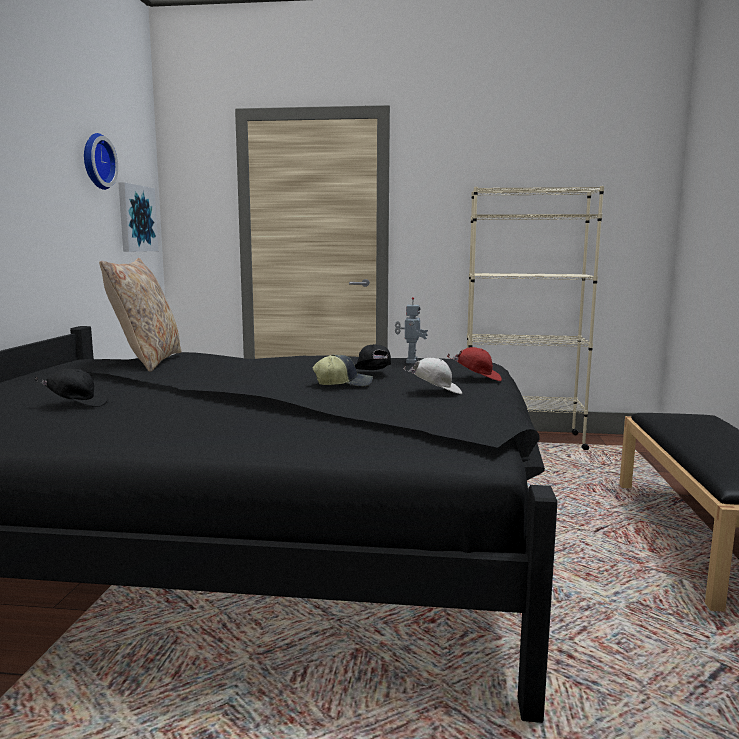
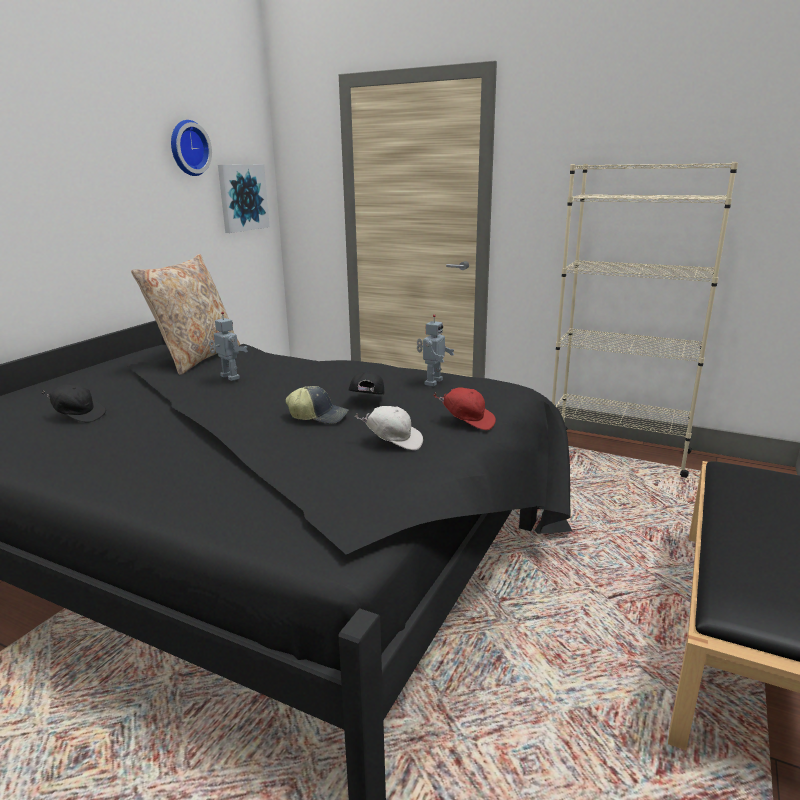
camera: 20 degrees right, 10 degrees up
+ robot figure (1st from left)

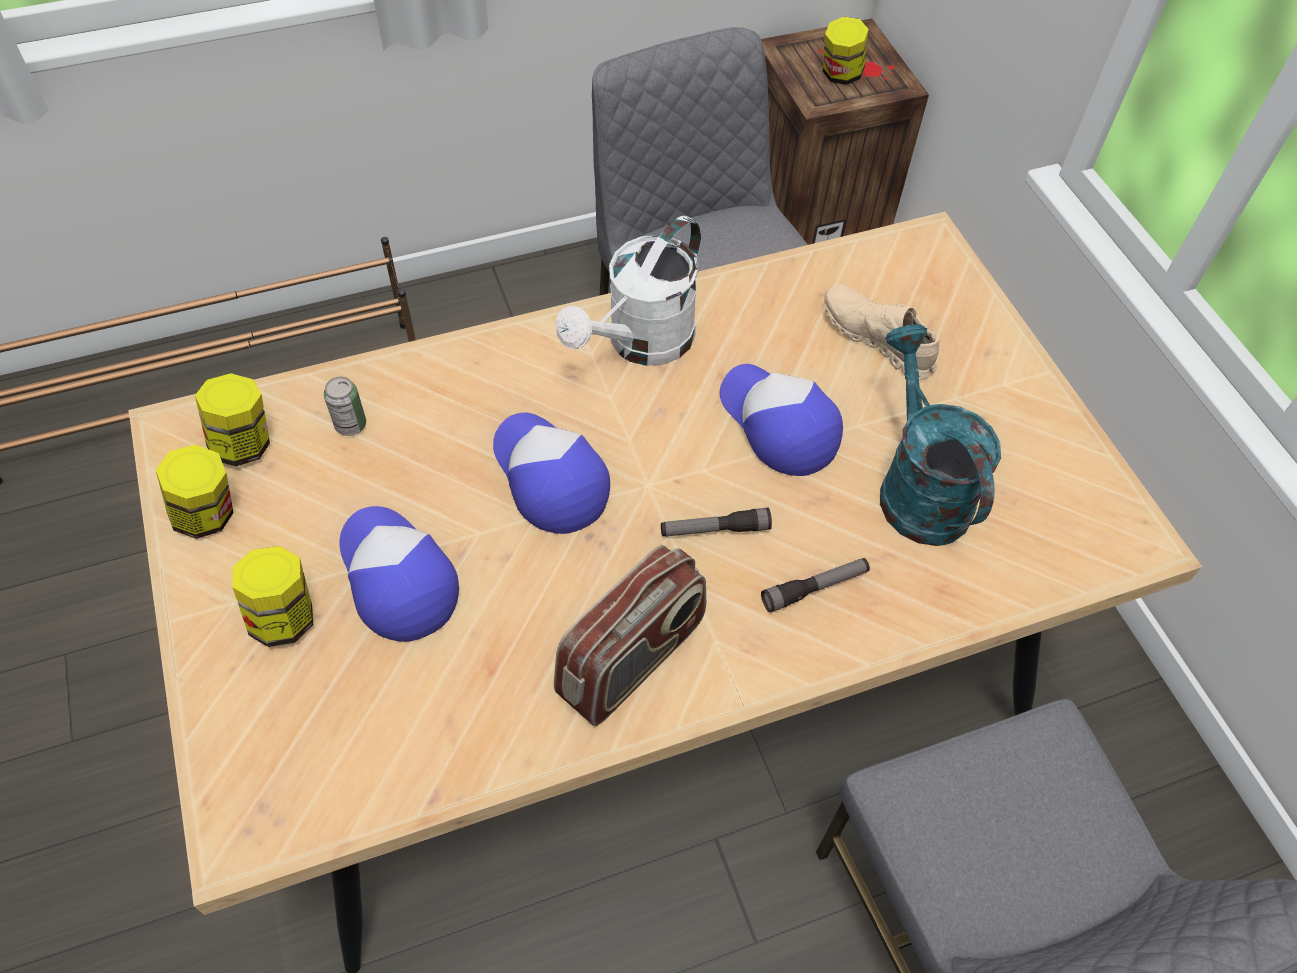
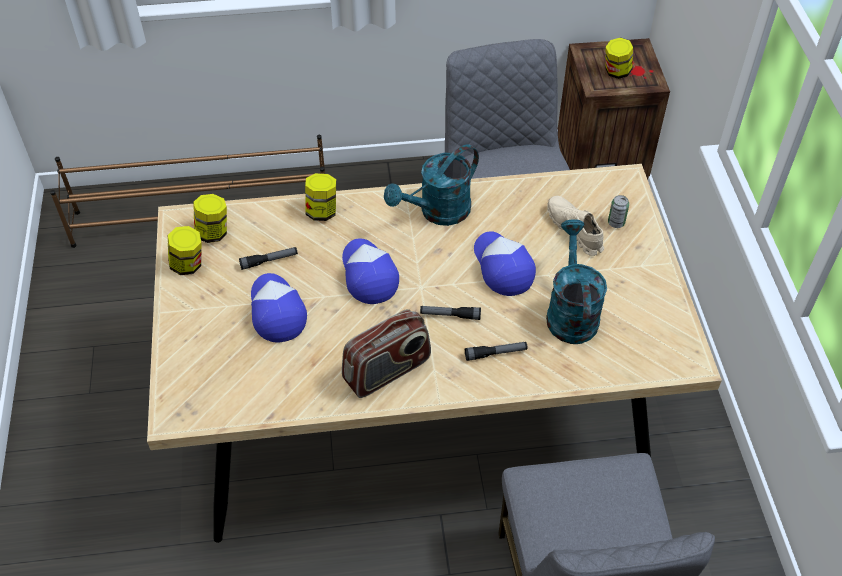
camera: 15 degrees right, 5 degrees down
+ flashlight (1st from left)
~ jar (3rd from left)
~ watering can (white) to watering can (turquoise-coloured) (1st from left)
~ sealed can

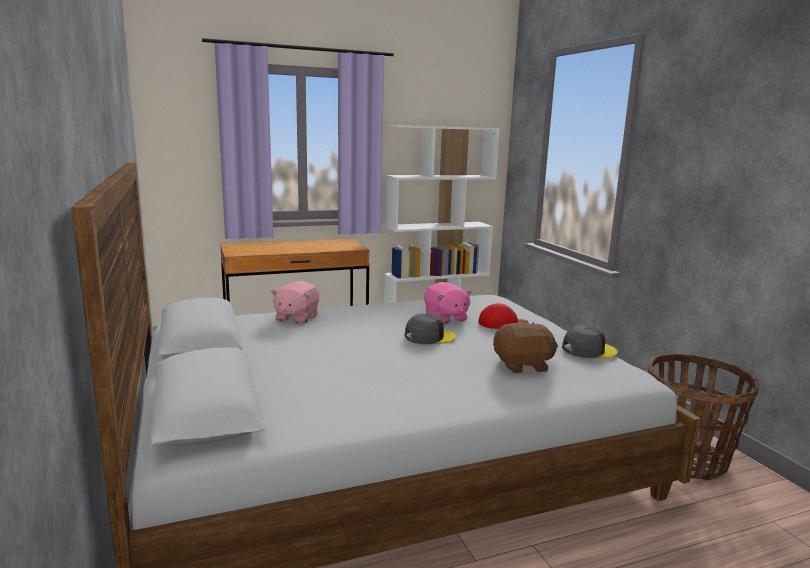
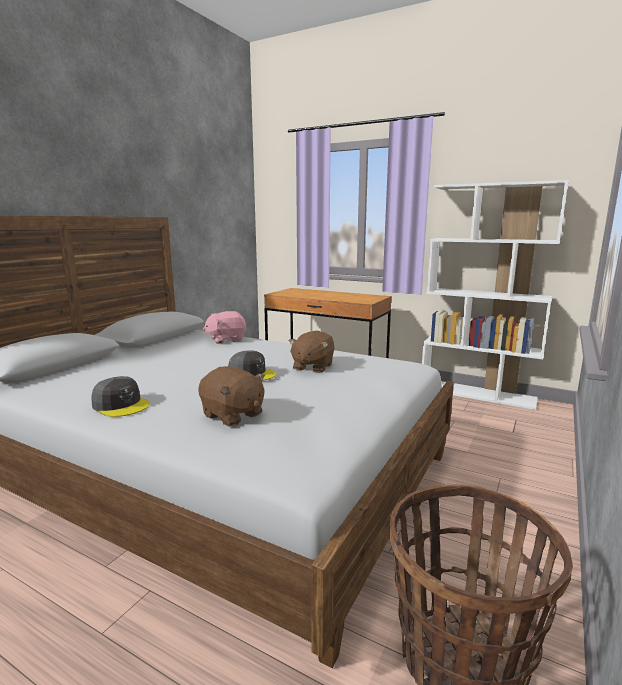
camera: 50 degrees right, 0 degrees up
~ peaked cap (grey) (2nd from left in the first image) to peaked cap (grey) (1st from left)
~ cuddly toy (pinkish) (2nd from left) to cuddly toy (brown-coloured) (2nd from left)
- peaked cap (reddish)

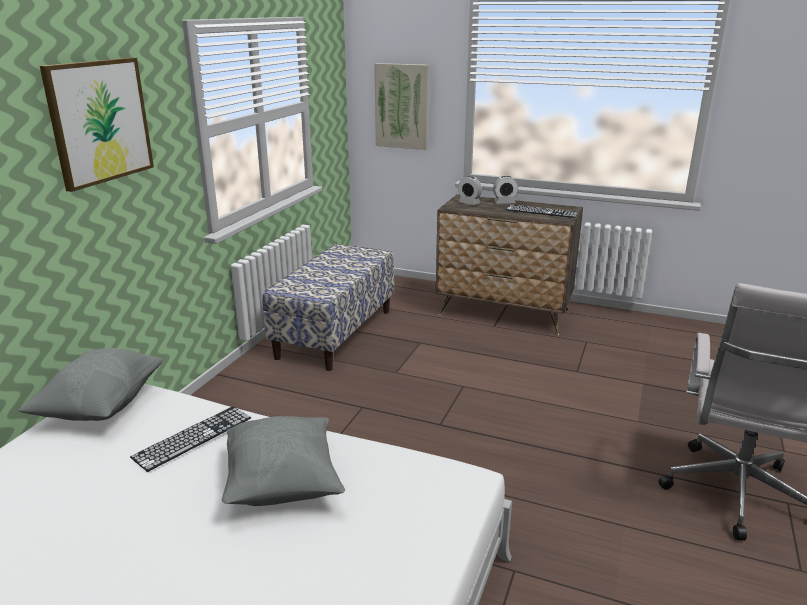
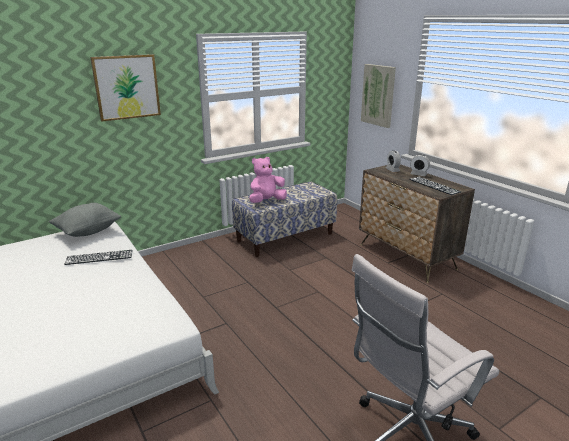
camera: 35 degrees right, 0 degrees up
+ cuddly toy (pinkish)
- throw pillow (grey) (2nd from left)

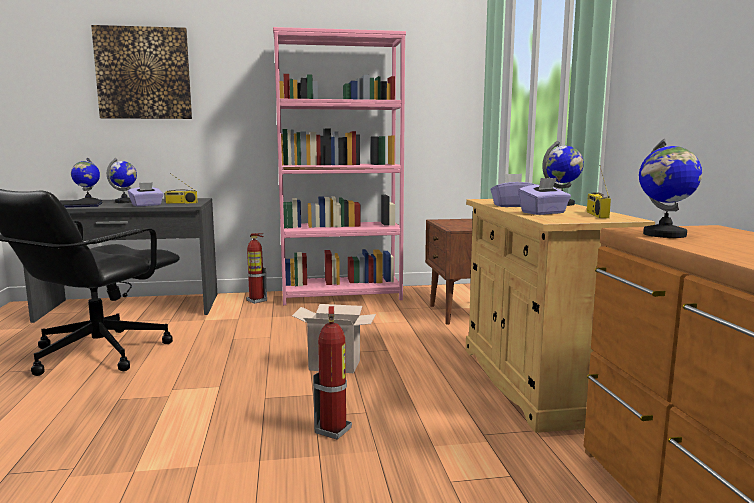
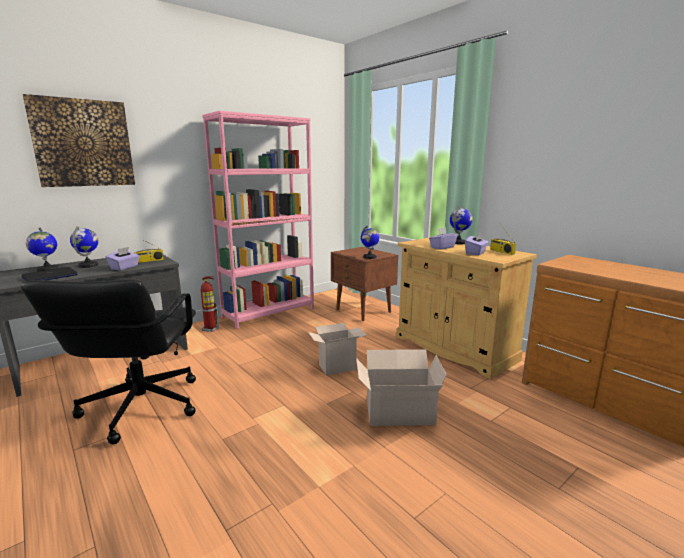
camera: 30 degrees left, 5 degrees up
~ fire-fighting cylinder (2nd from left) to packing box (2nd from left)
~ world globe (4th from left in the first image) to world globe (3rd from left)

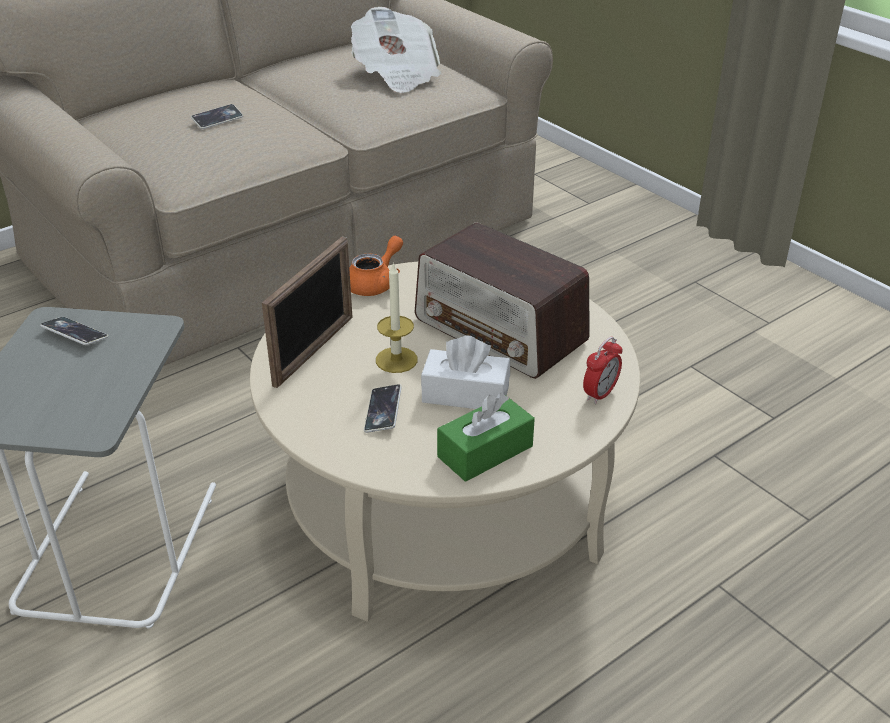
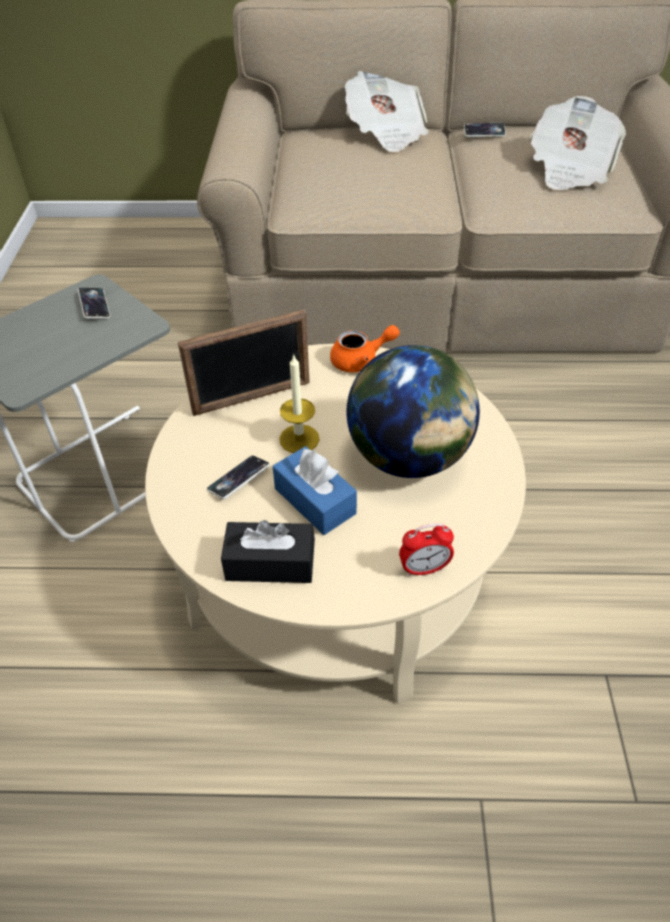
camera: 40 degrees right, 10 degrees up
~ tissue box (green-coloured) to tissue box (blackish)
~ tissue box (white) to tissue box (blue-coloured)
+ printed paper (1st from left)
~ radio set to world globe
~ telephone (2nd from left in the first image) to telephone (3rd from left)

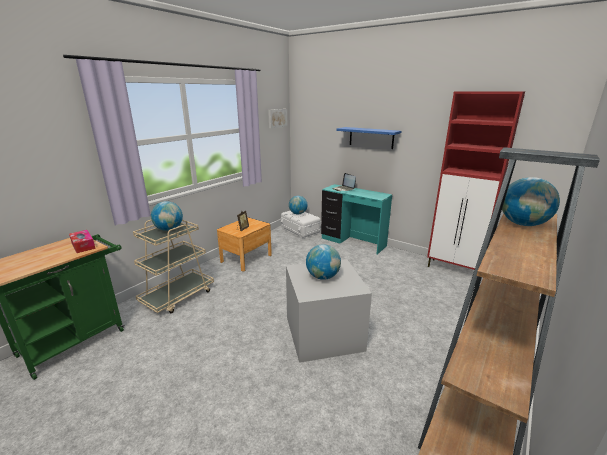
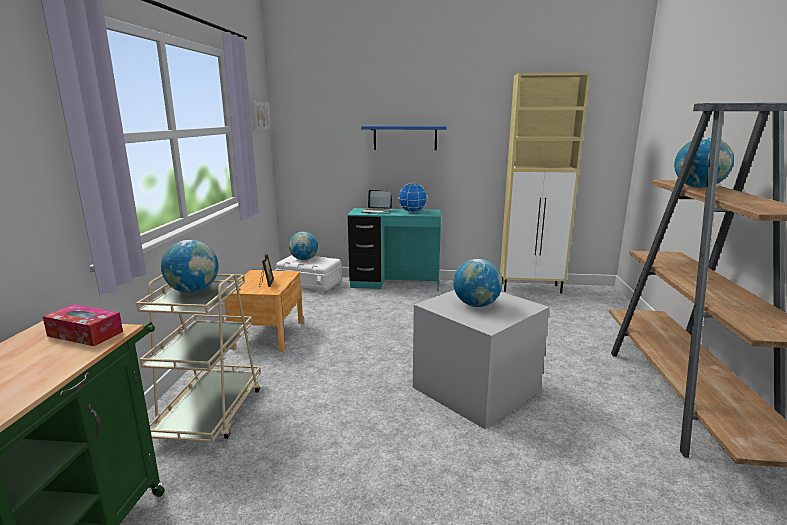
camera: 30 degrees left, 5 degrees down
+ world globe (3rd from left)
~ cabinet (reddish) to cabinet (sand-coloured)

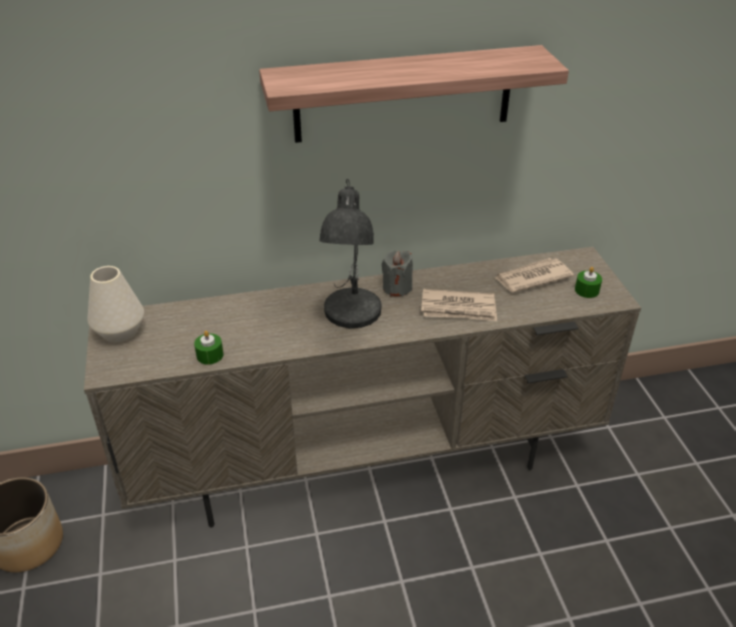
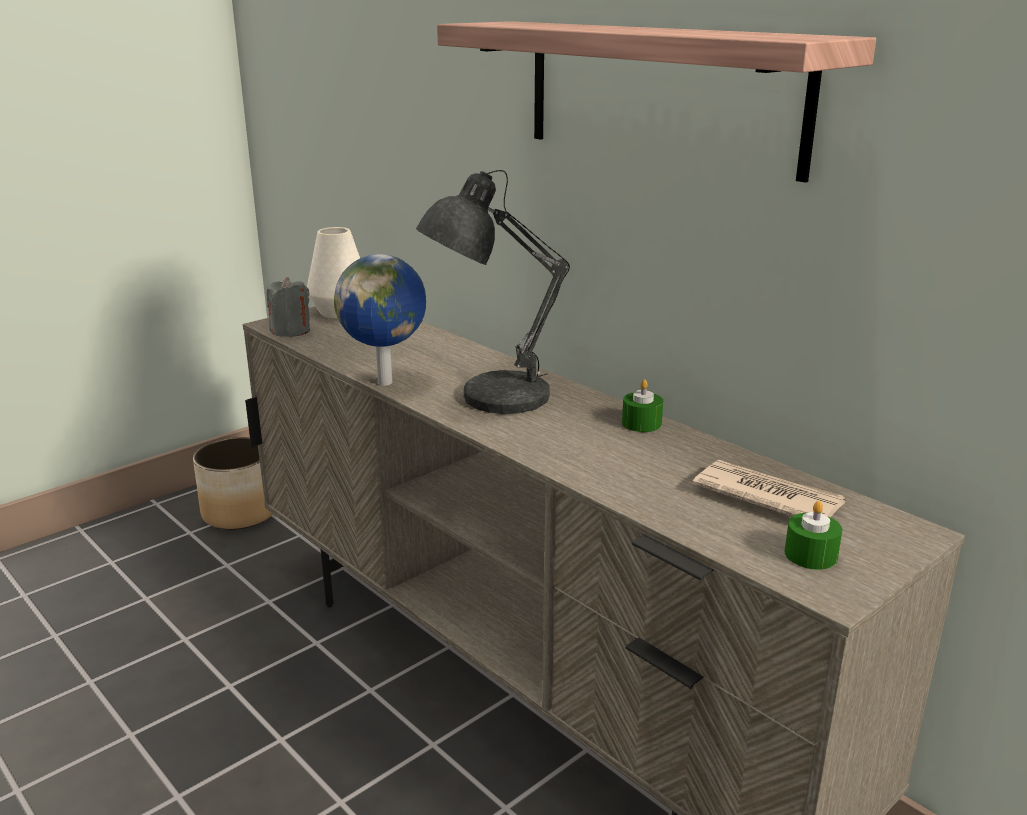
camera: 60 degrees right, 15 degrees down
~ wax light (grey)
+ world globe
~ wax light (green-coloured) (1st from left)
- printed paper (1st from left)

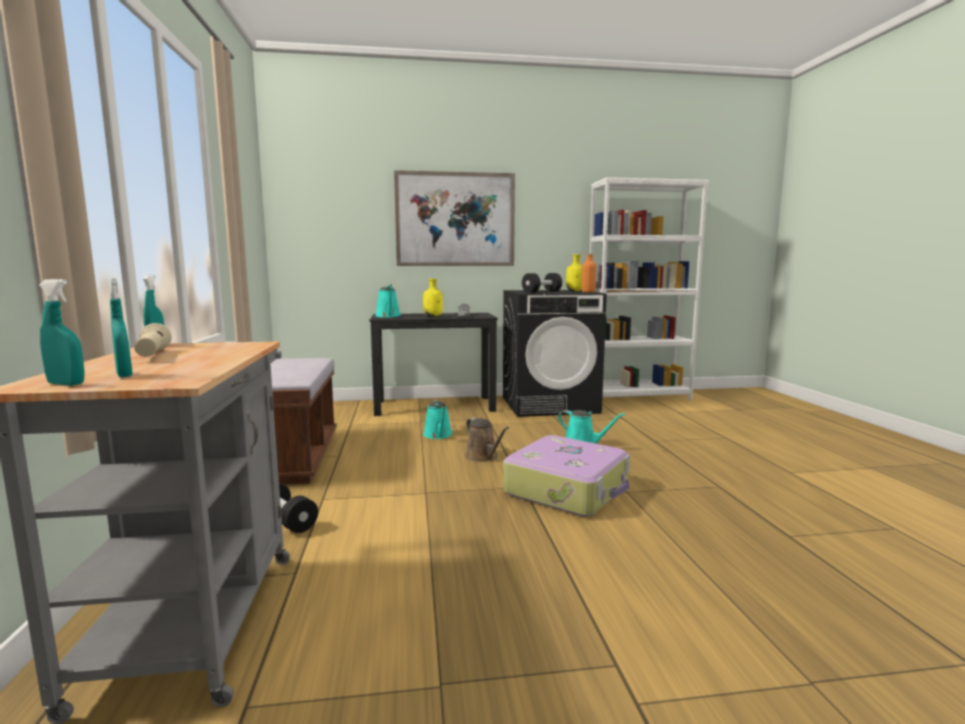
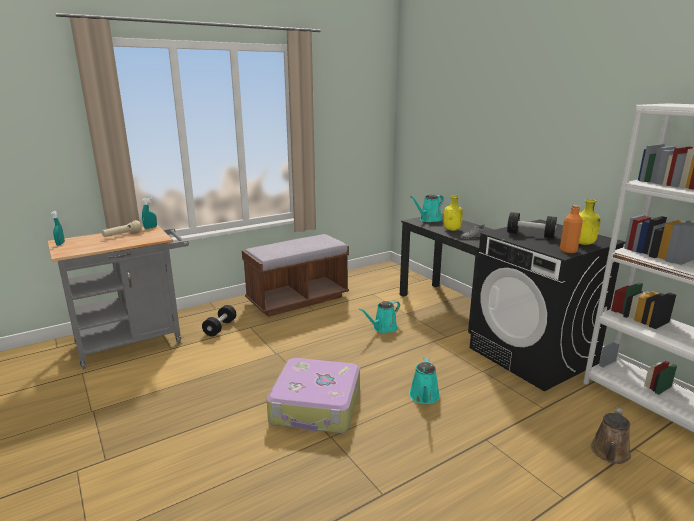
camera: 65 degrees right, 10 degrees up
~ watering can (brown-coloured)
- spray bottle (turquoise-coloured) (2nd from left)
- wall art

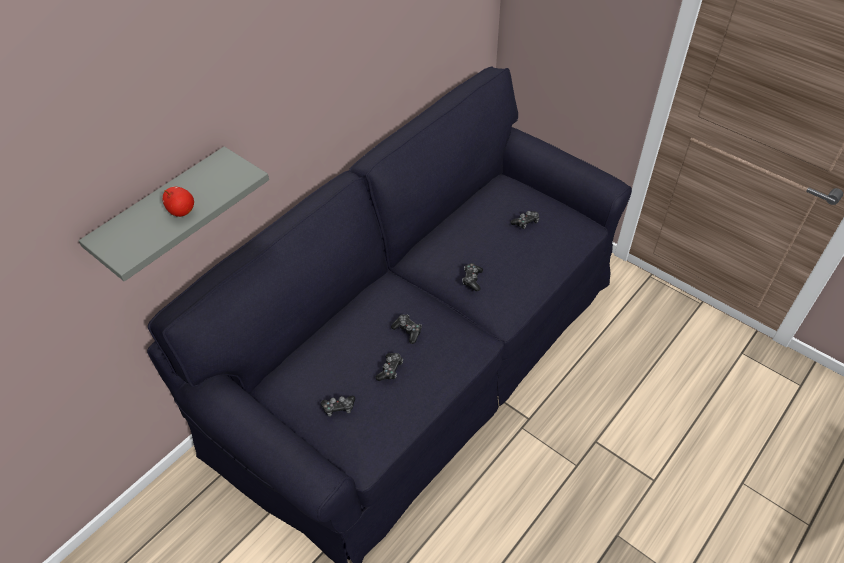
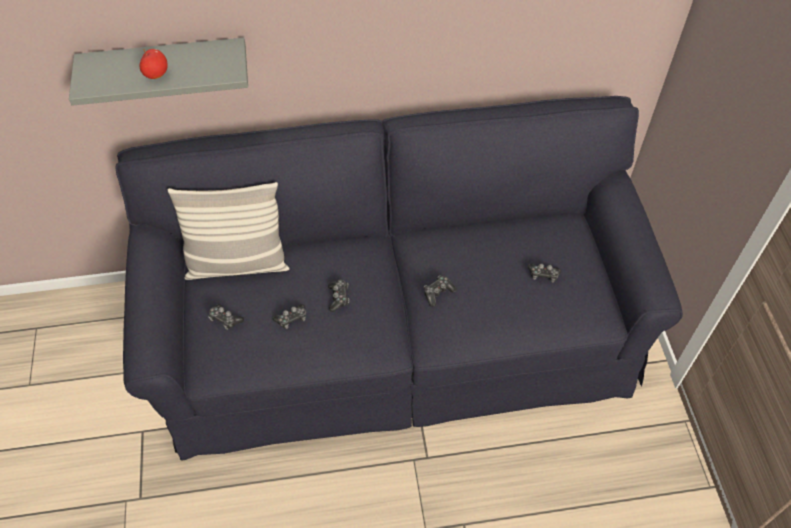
camera: 40 degrees right, 5 degrees up
+ throw pillow

